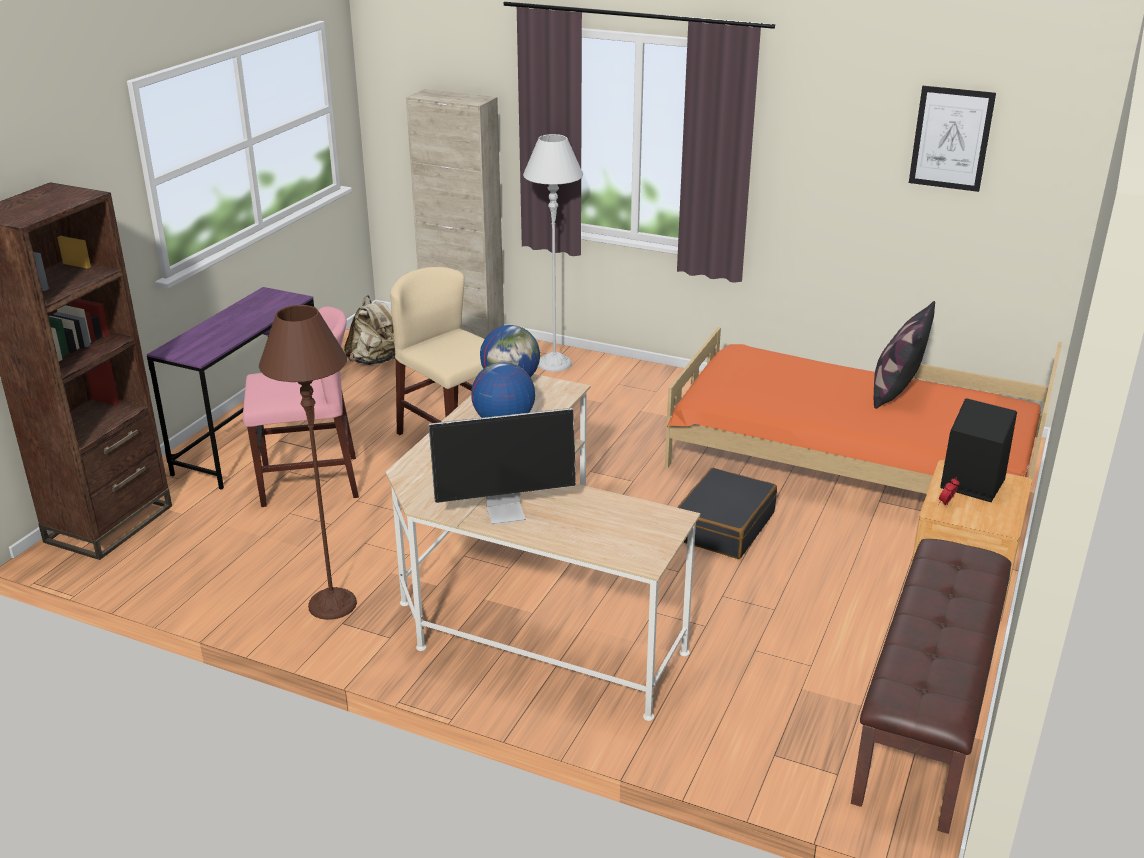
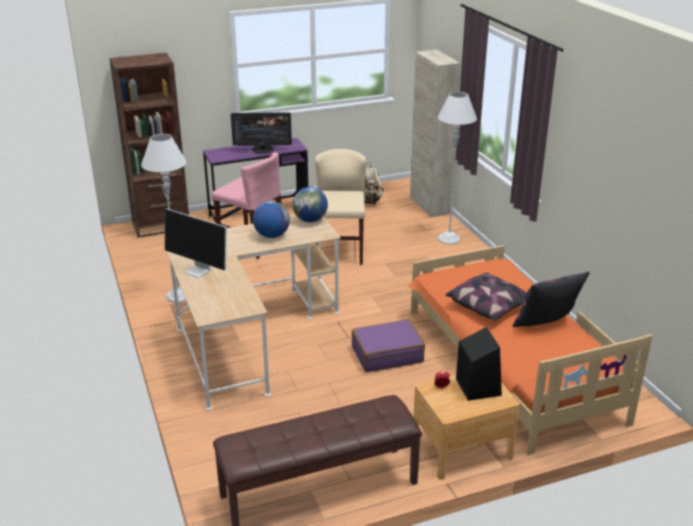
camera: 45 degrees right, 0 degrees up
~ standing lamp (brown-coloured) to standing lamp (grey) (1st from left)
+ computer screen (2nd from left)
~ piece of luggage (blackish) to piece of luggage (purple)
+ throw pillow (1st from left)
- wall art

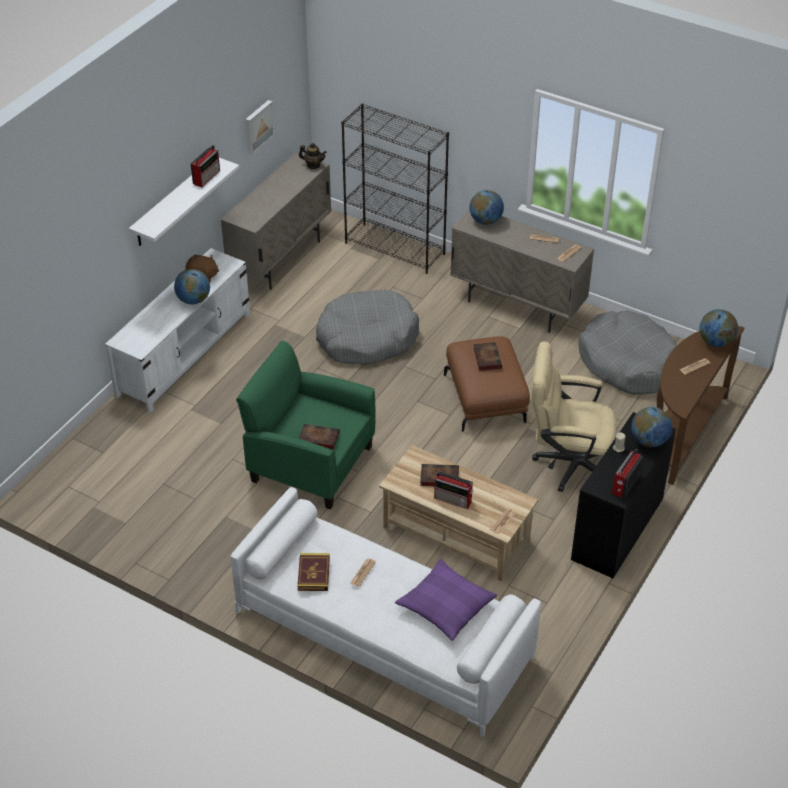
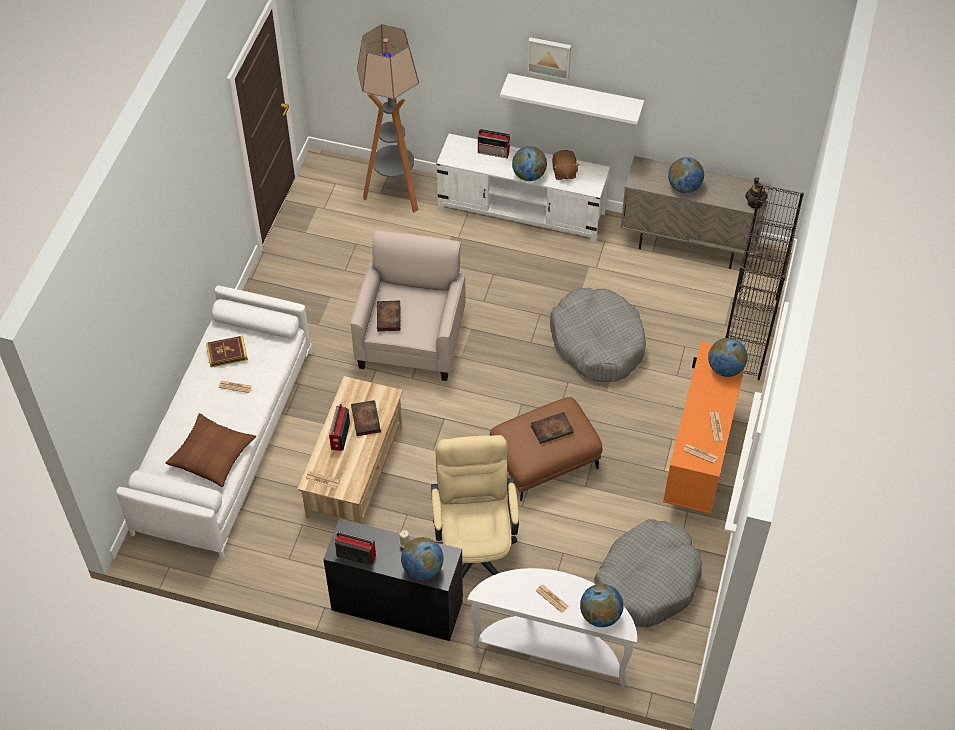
camera: 75 degrees right, 10 degrees up
~ throw pillow (purple) to throw pillow (brown-coloured)
~ lounge chair (green-coloured) to lounge chair (sand-coloured)
+ standing lamp
~ narrow table (brown-coloured) to narrow table (white)
~ radio set (1st from left in the first image) to radio set (3rd from left)
~ wall art
~ cabinet (sand-coloured) (2nd from left) to cabinet (orangey)
+ world globe (4th from left)

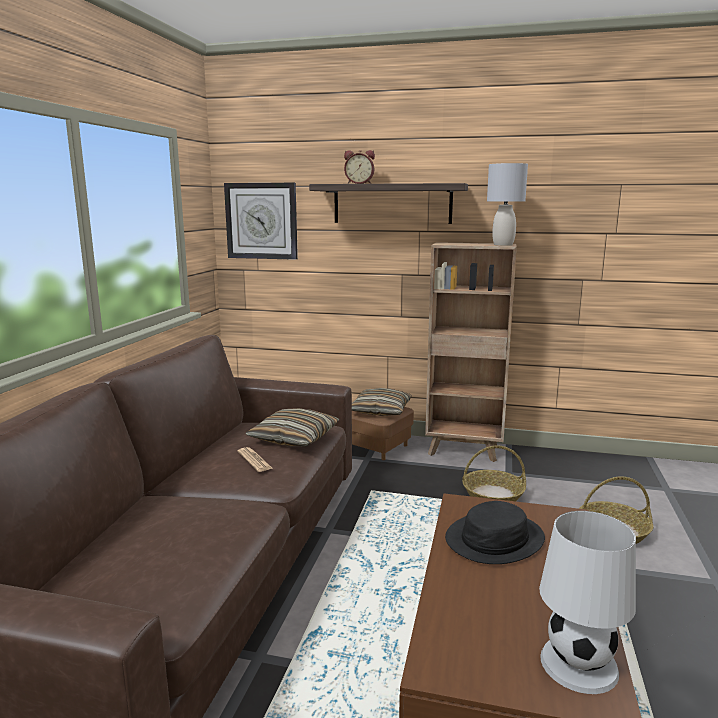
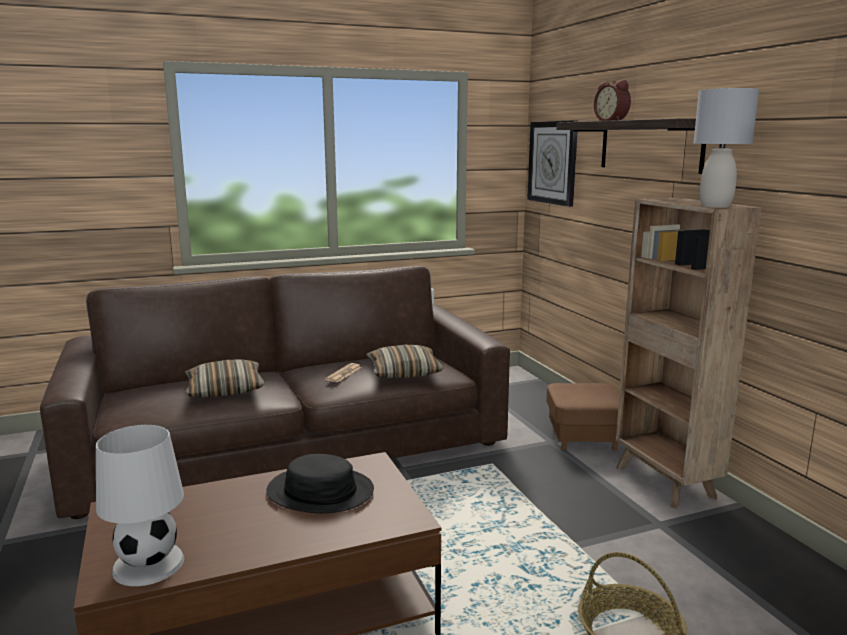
camera: 55 degrees right, 0 degrees up
~ throw pillow (2nd from left in the first image) to throw pillow (1st from left)
- basket (1st from left)

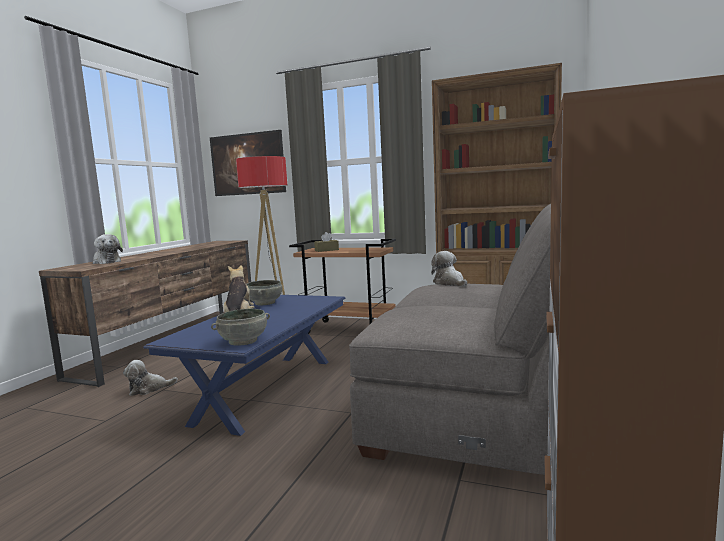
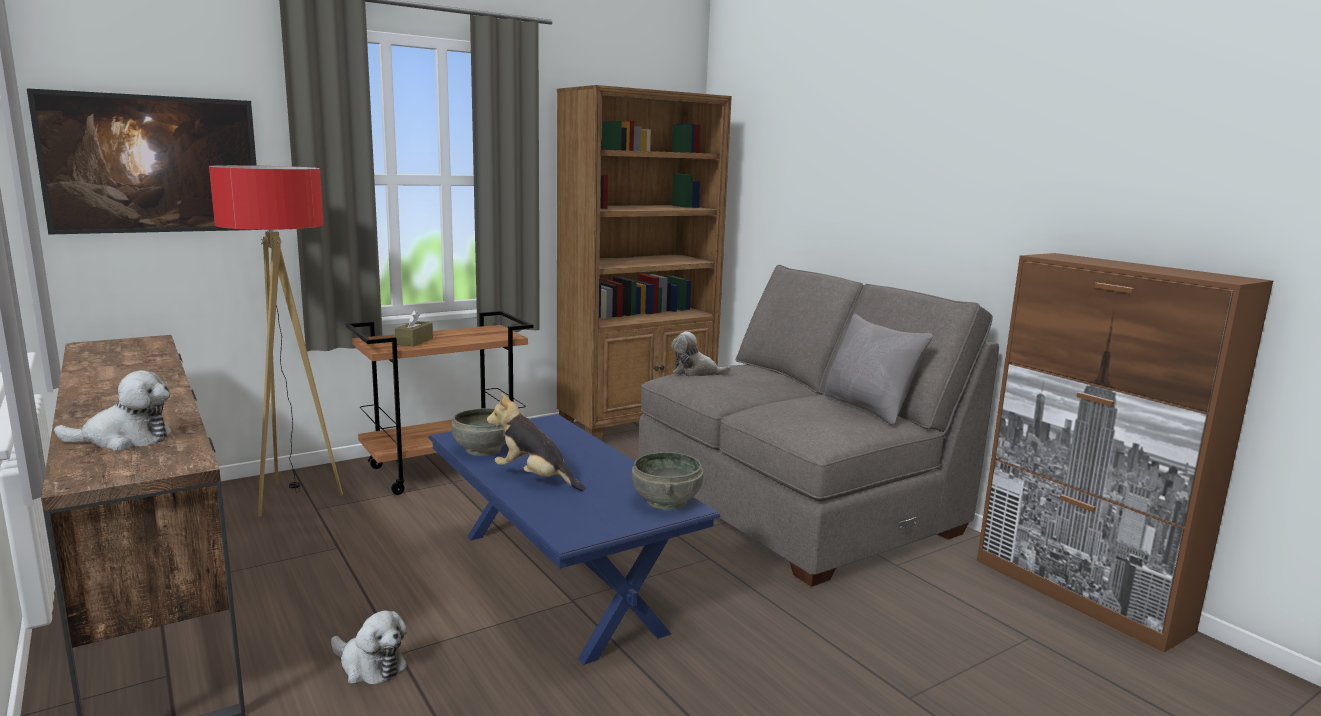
camera: 55 degrees left, 5 degrees up
~ cuddly toy (2nd from left) 75 degrees counterclockwise
+ throw pillow (grey)

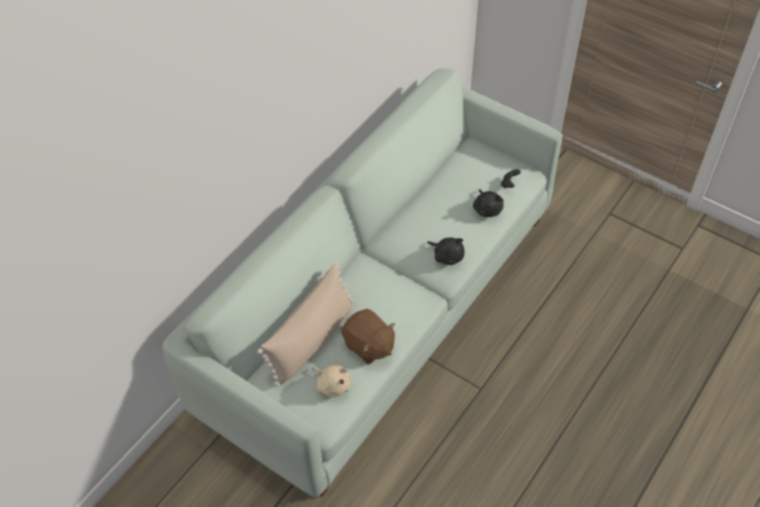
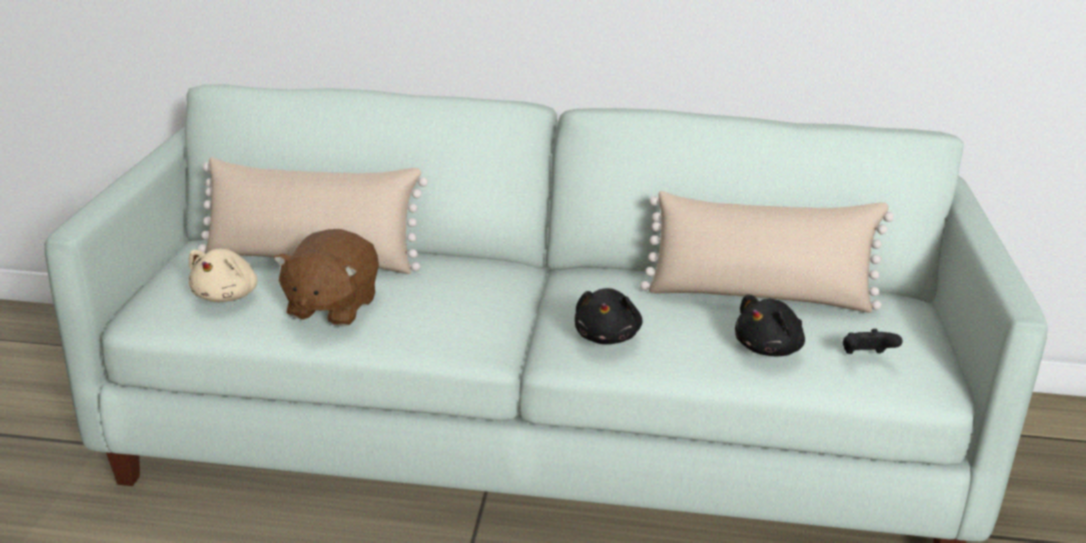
camera: 60 degrees right, 25 degrees down
+ throw pillow (sand-coloured) (2nd from left)

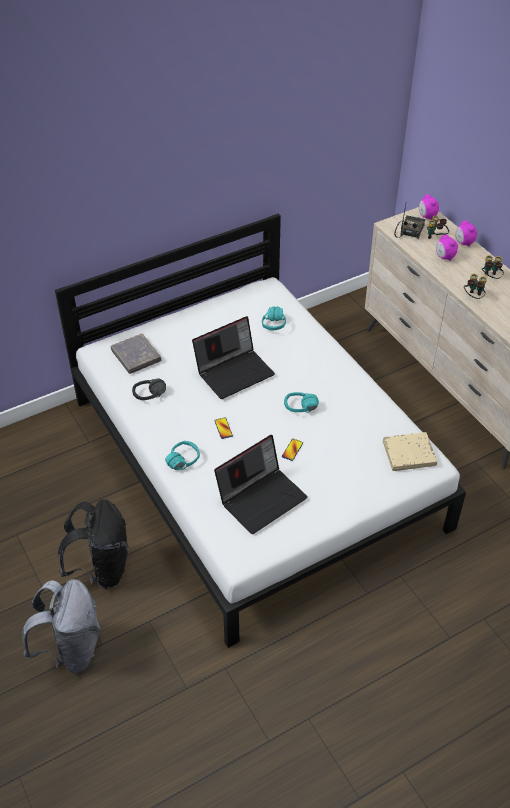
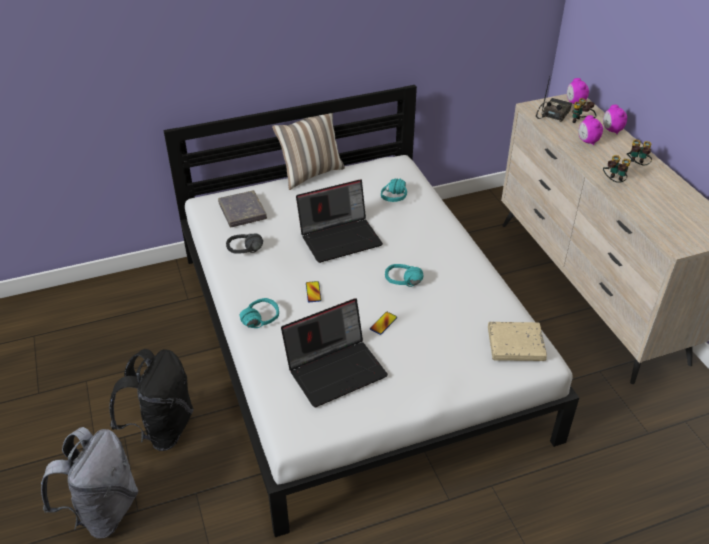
camera: 10 degrees right, 5 degrees down
+ throw pillow

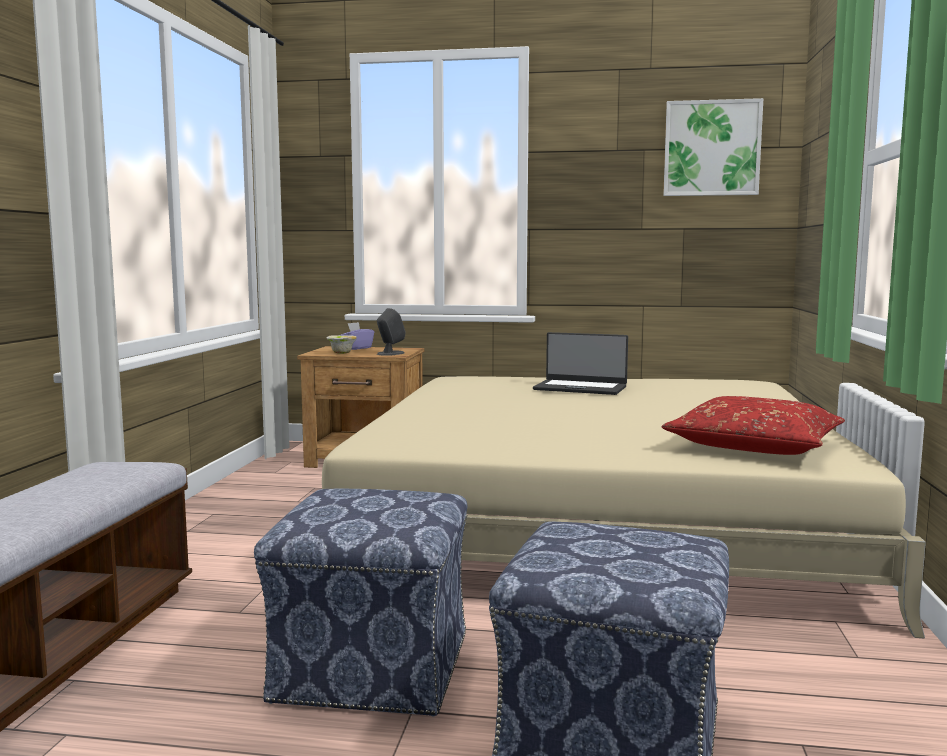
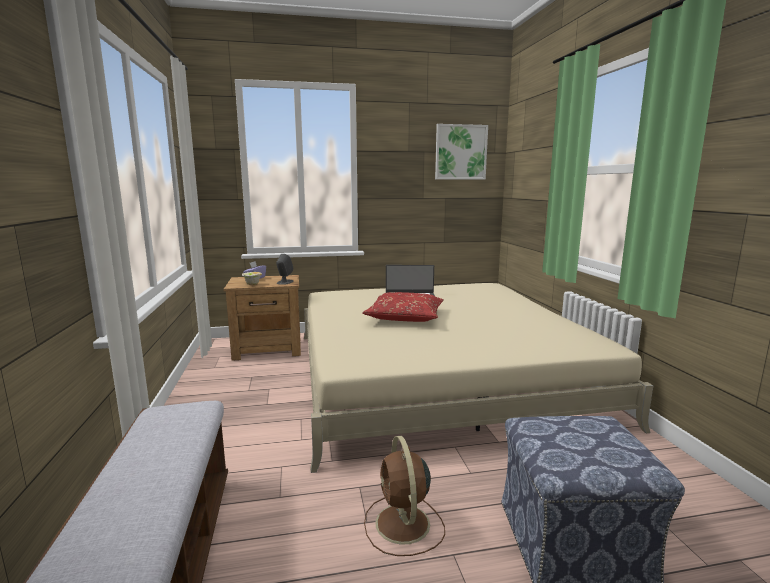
camera: 20 degrees left, 5 degrees up
~ throw pillow (reddish)
~ footrest (1st from left) to fan (brown-coloured)

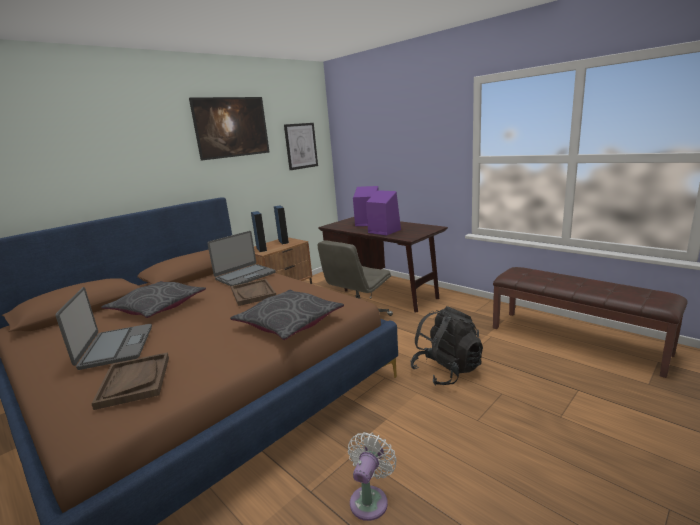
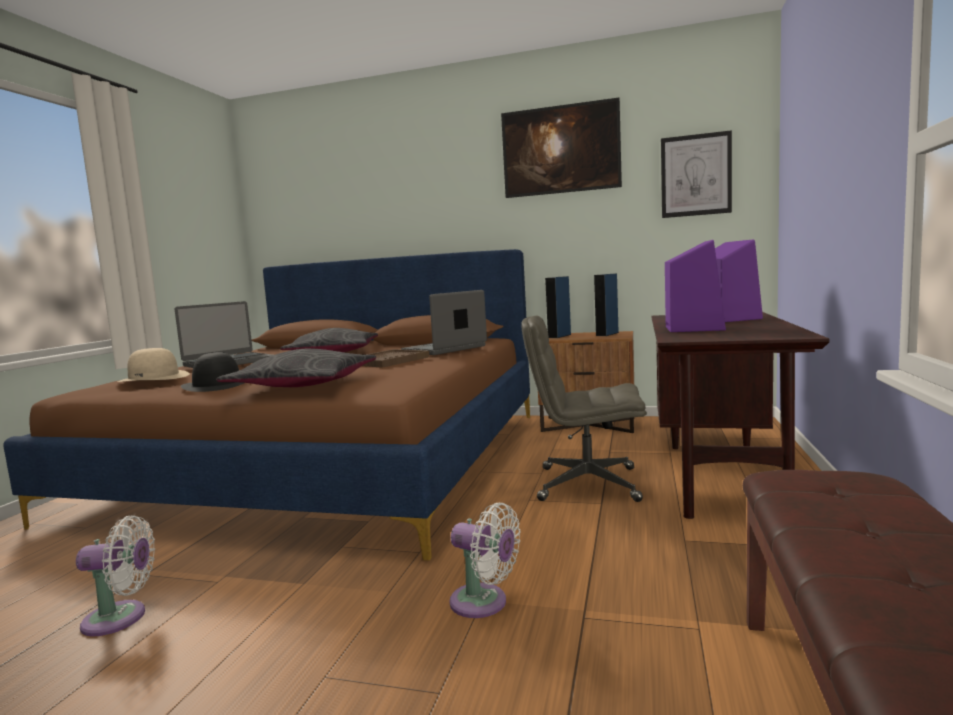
camera: 60 degrees right, 10 degrees down
~ carrying tray (brown-coloured) (1st from left) to wearable hat (sand-coloured)
+ wearable hat (blackish)
~ portable computer (2nd from left) 120 degrees clockwise
~ backpack (blackish) to fan (white) (2nd from left)

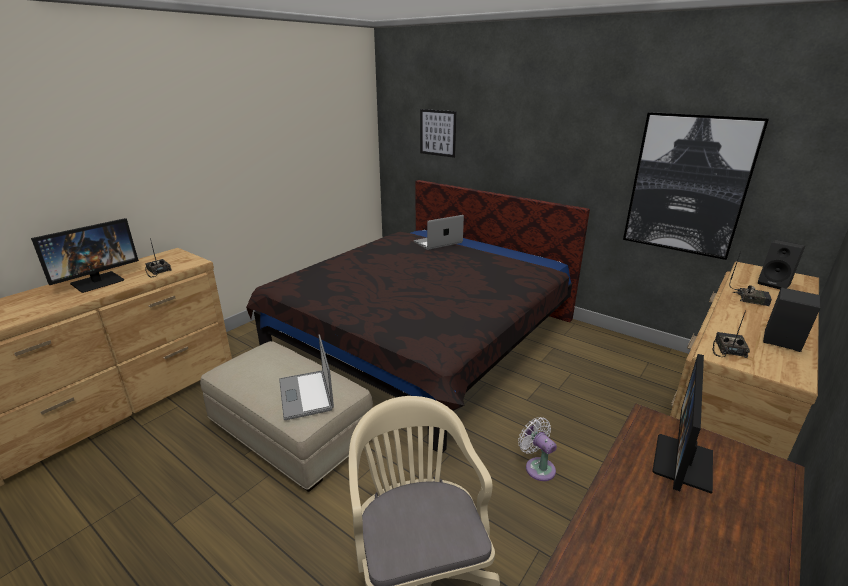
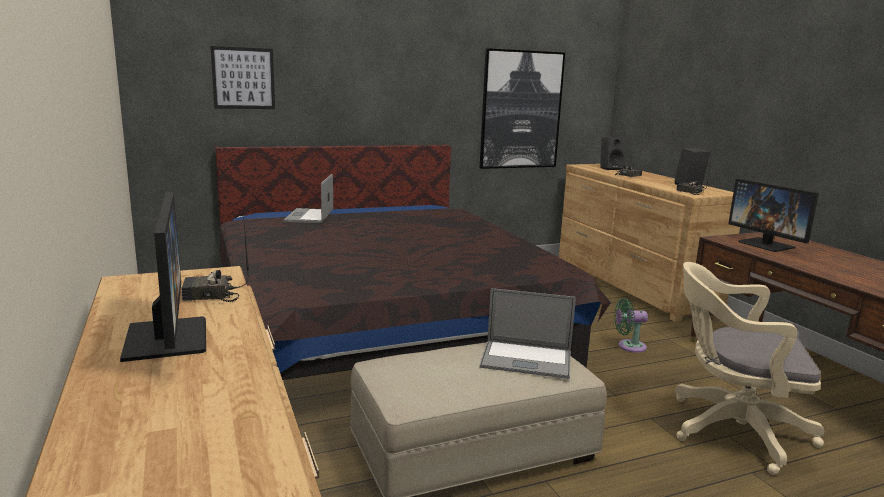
camera: 60 degrees left, 10 degrees down
~ fan (white) to fan (green-coloured)

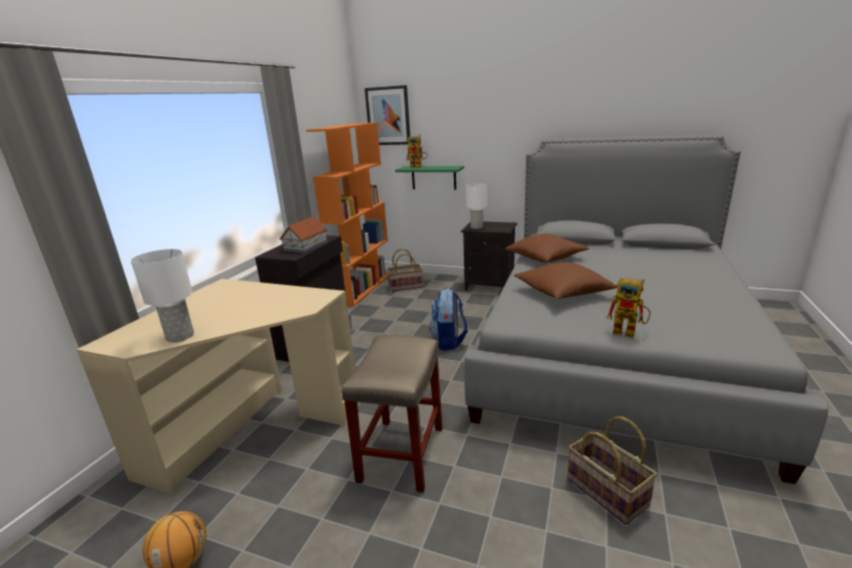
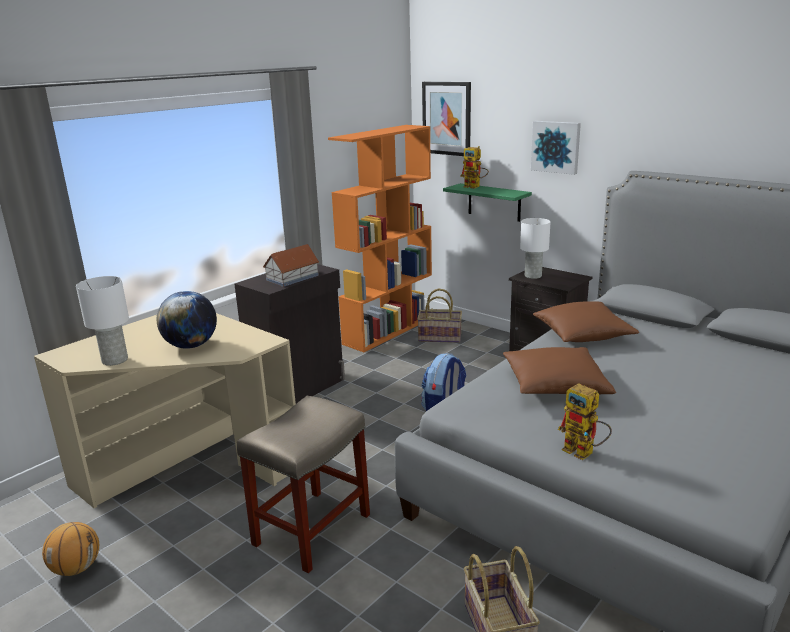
camera: 20 degrees right, 0 degrees up
+ world globe
+ wall art (2nd from left)

